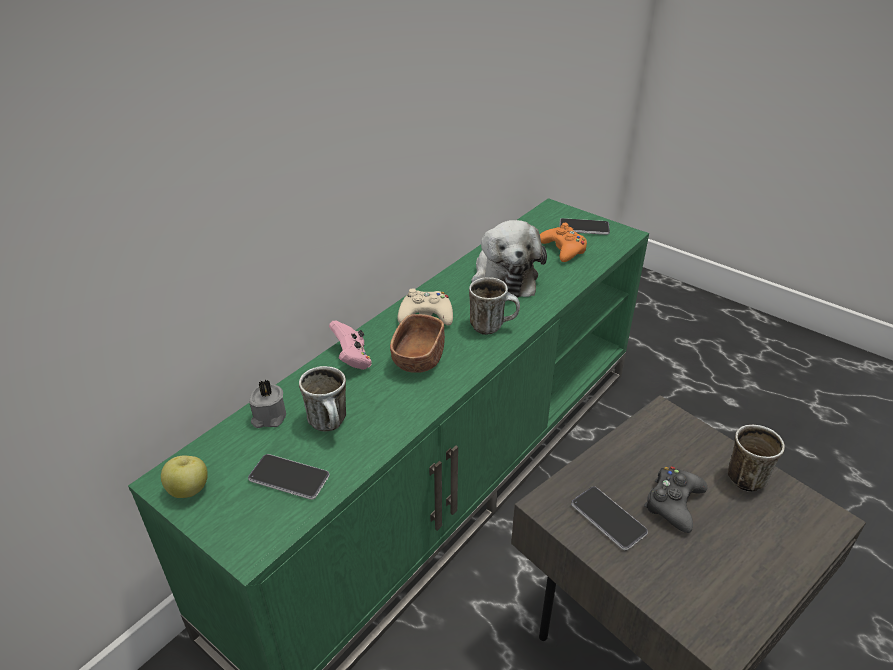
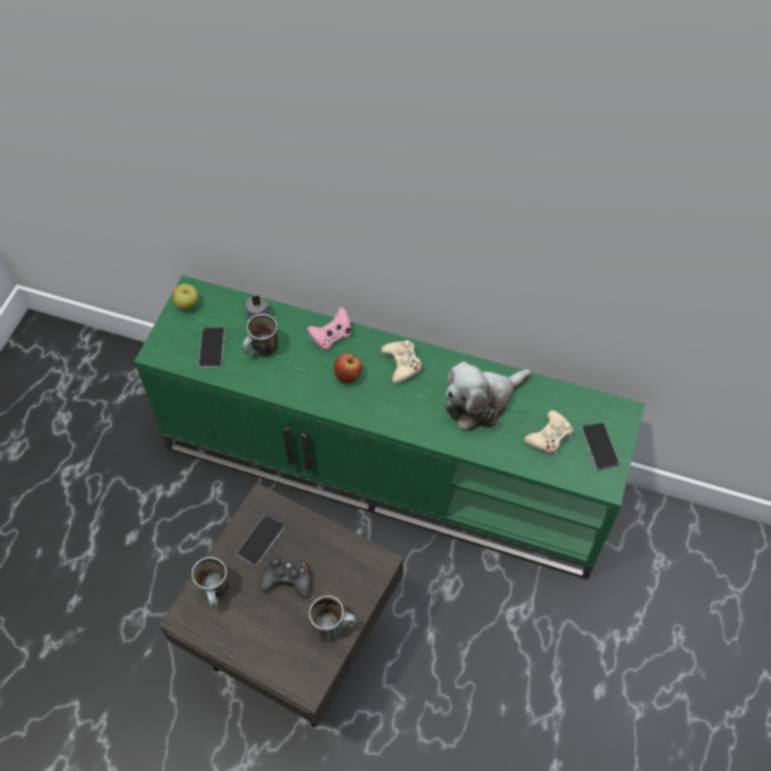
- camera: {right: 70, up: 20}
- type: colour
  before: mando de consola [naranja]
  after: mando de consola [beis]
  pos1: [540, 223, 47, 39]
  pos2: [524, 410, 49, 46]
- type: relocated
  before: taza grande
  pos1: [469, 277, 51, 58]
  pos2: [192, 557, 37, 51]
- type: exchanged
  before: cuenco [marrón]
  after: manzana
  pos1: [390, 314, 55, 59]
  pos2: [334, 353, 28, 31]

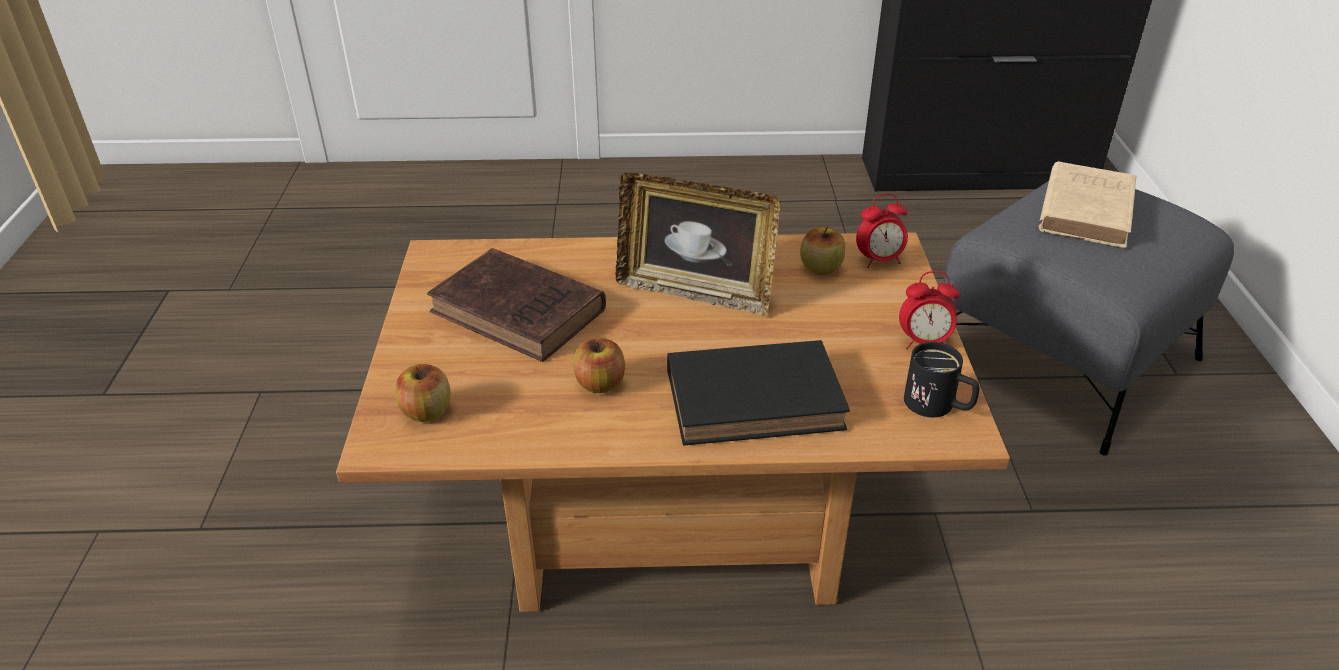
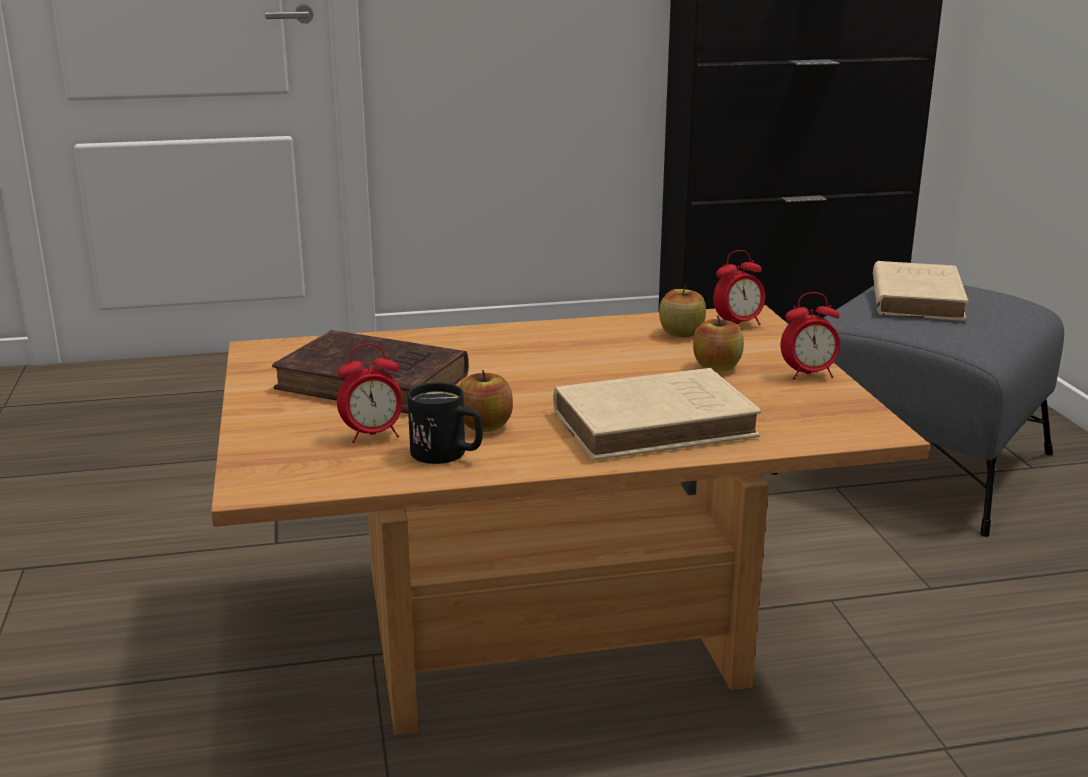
- camera: {right: -10, up: -15}
- type: missing
  before: portarretratos
  pos1: [616, 173, 164, 143]
- type: colour
  before: libro [negro]
  after: libro [beis]
  pos1: [667, 340, 183, 106]
  pos2: [553, 368, 208, 92]
- type: relocated
  before: taza grande [negro]
  pos1: [904, 342, 75, 75]
  pos2: [408, 382, 75, 82]
- type: relocated
  before: manzana
  pos1: [395, 364, 56, 58]
  pos2: [693, 315, 51, 57]
- type: appeared
  after: despertador
  pos2: [337, 343, 65, 100]

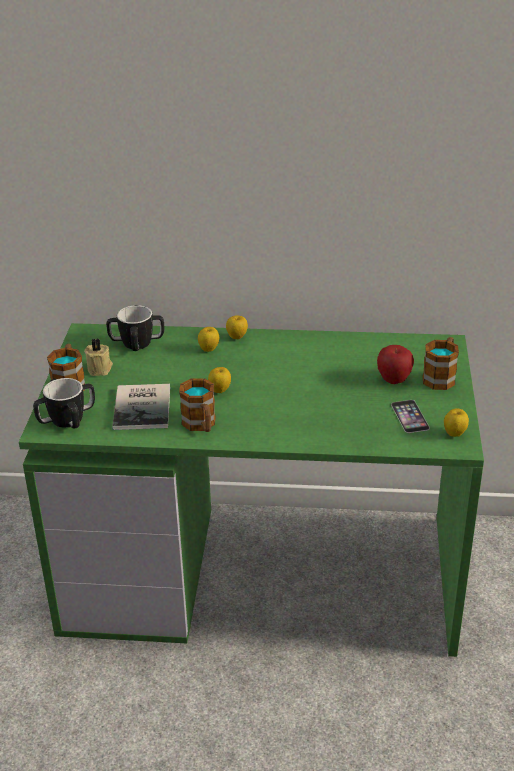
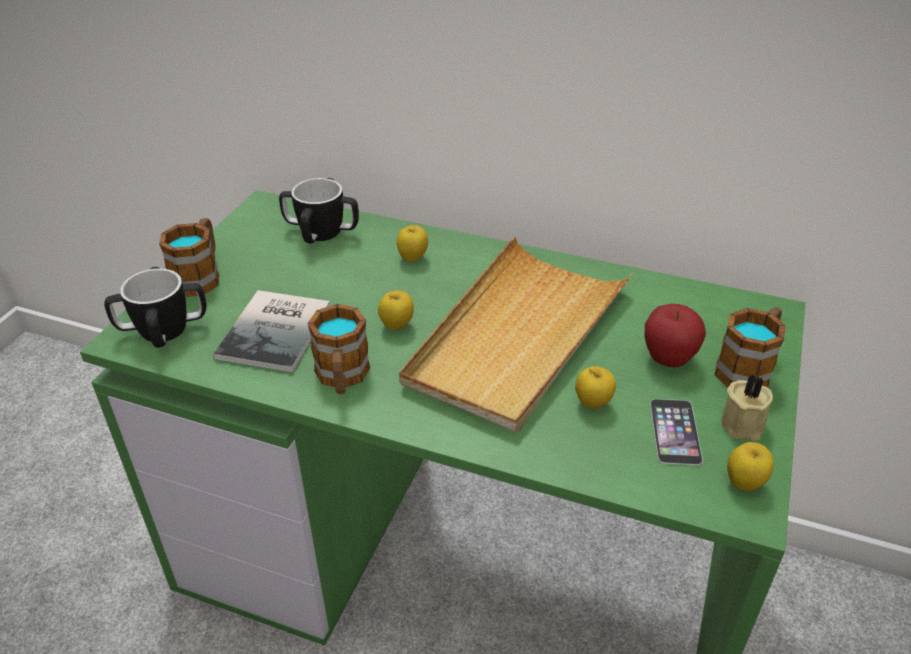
- camera: {right: 15, up: 5}
- type: relocated
  before: manzana
  pos1: [226, 316, 22, 23]
  pos2: [575, 366, 41, 43]
- type: relocated
  before: vela [beis]
  pos1: [84, 338, 29, 38]
  pos2: [722, 374, 51, 67]
- type: appeared
  after: bandeja [beis]
  pos2: [399, 236, 234, 197]

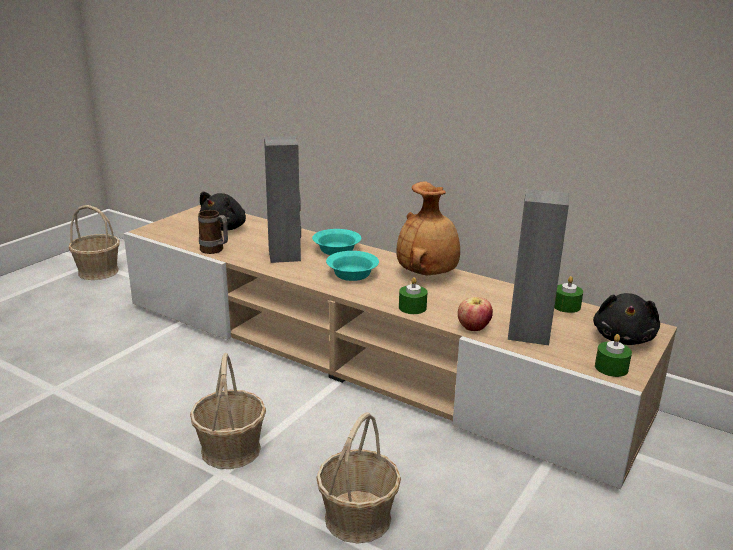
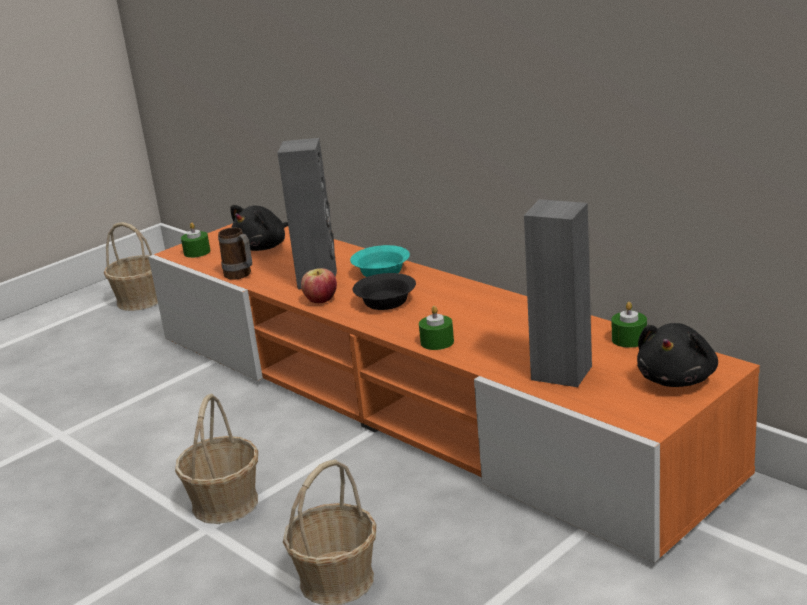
- camera: {right: 15, up: 0}
- type: missing
  before: florero [marrón]
  pos1: [396, 181, 64, 94]
- type: colour
  before: mueble de televisión [beis]
  after: mueble de televisión [naranja]
  pos1: [123, 205, 554, 284]
  pos2: [148, 223, 612, 340]
- type: colour
  before: cuenco [turquesa]
  after: cuenco [negro]
  pos1: [326, 251, 53, 30]
  pos2: [353, 273, 63, 37]
- type: relocated
  before: manzana
  pos1: [458, 297, 35, 34]
  pos2: [301, 268, 36, 35]
- type: relocated
  before: vela [verde]
  pos1: [595, 334, 37, 43]
  pos2: [181, 223, 29, 35]

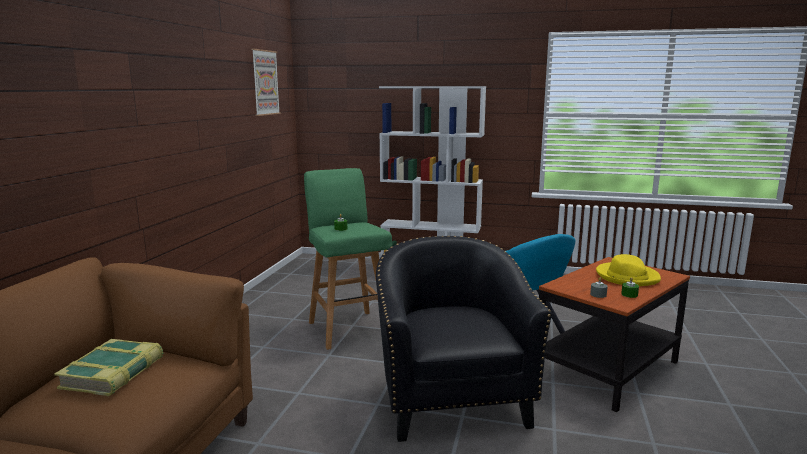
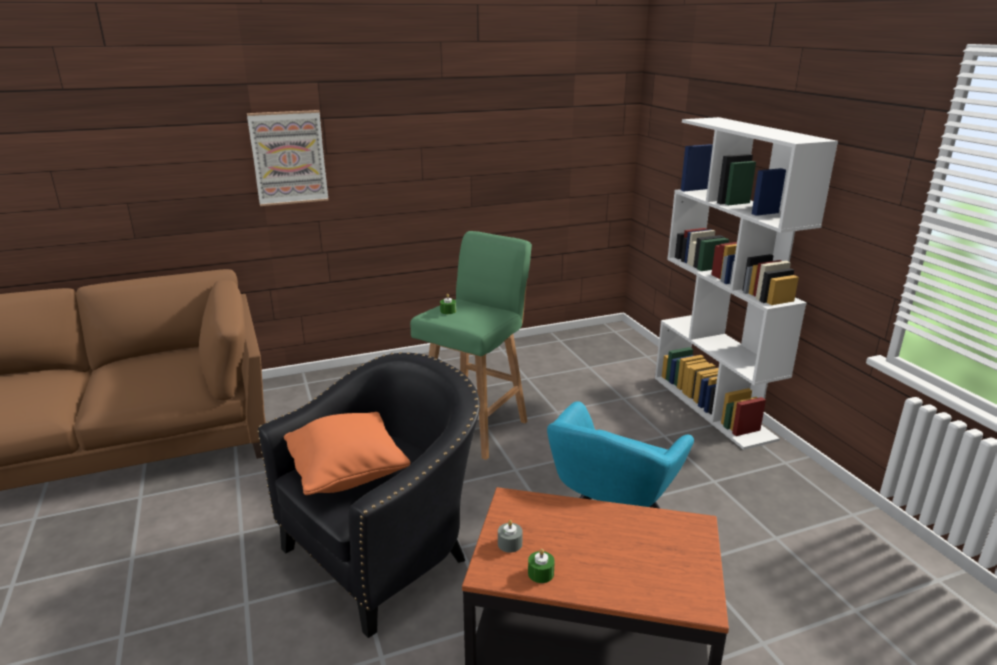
- camera: {right: 55, up: 10}
- type: relocated
  before: cuadro
  pos1: [251, 49, 30, 67]
  pos2: [247, 110, 82, 96]
- type: missing
  before: sombrero [amarillo]
  pos1: [596, 254, 65, 32]
- type: missing
  before: libro
  pos1: [54, 339, 109, 57]
- type: appeared
  after: cojín [naranja]
  pos2: [284, 412, 127, 83]

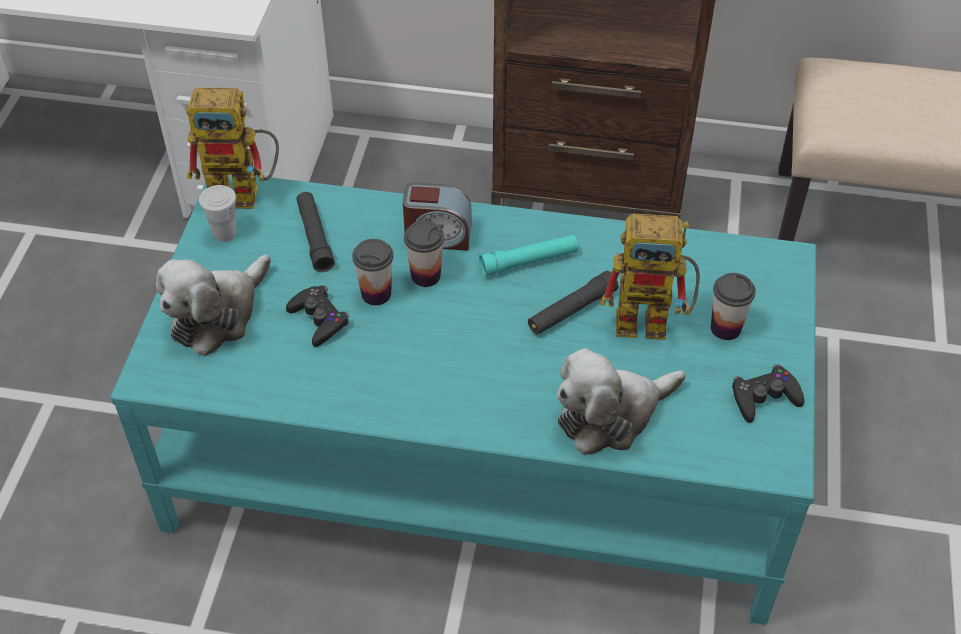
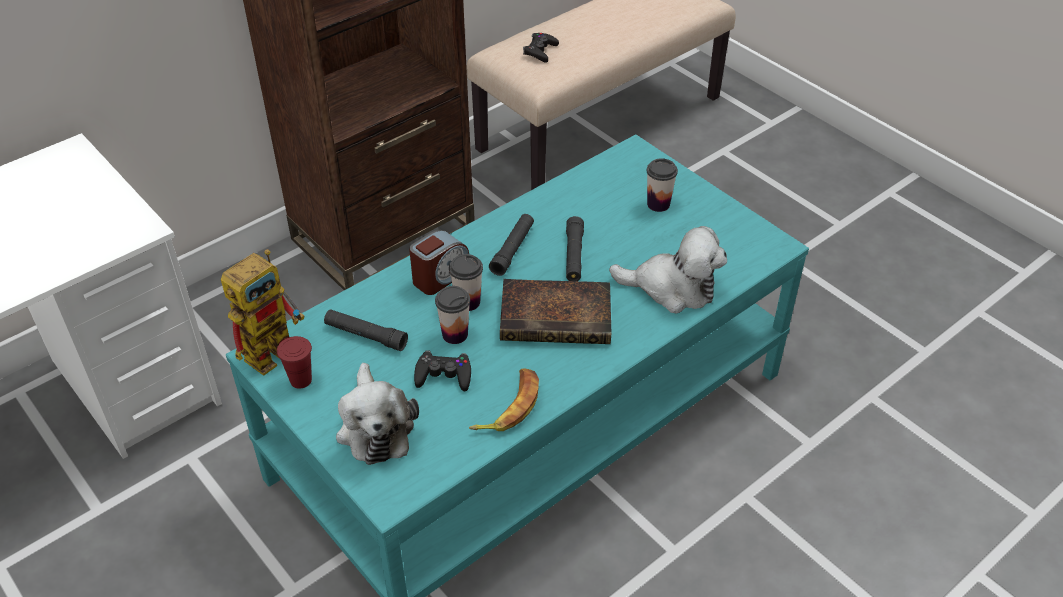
- camera: {right: -50, up: -5}
- type: colour
  before: taza [blanco]
  after: taza [rojo]
  pos1: [199, 185, 37, 57]
  pos2: [277, 336, 35, 53]
- type: missing
  before: robot de juguete
  pos1: [600, 214, 100, 126]
- type: colour
  before: linterna [turquesa]
  after: linterna [negro]
  pos1: [479, 235, 99, 41]
  pos2: [489, 214, 45, 62]
- type: spun
  before: peluche
  pos1: [556, 348, 129, 107]
  pos2: [609, 226, 118, 87]
  turn: -90
- type: relocated
  before: mando de consola [negro]
  pos1: [732, 364, 72, 59]
  pos2: [523, 33, 36, 30]
- type: appeared
  after: libro
  pos2: [500, 279, 111, 65]
- type: appeared
  after: plátano
  pos2: [469, 369, 70, 62]

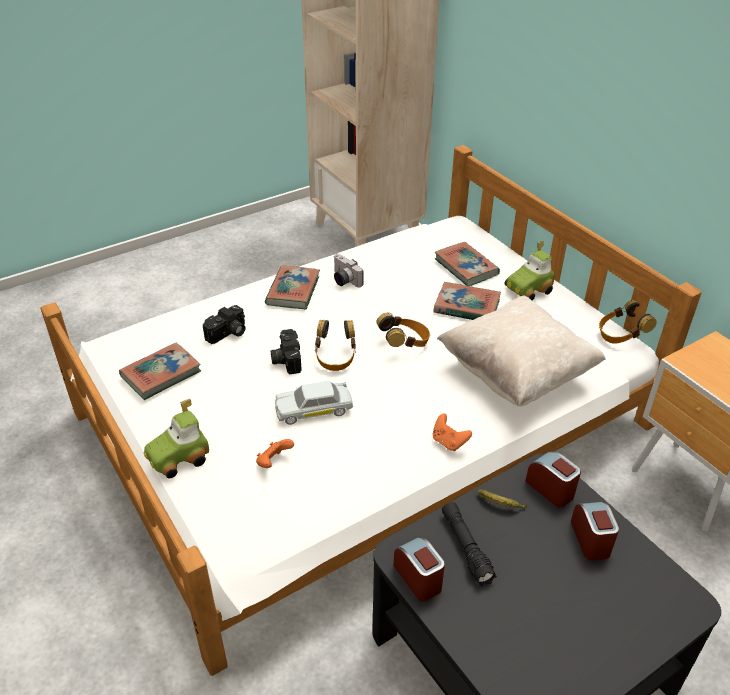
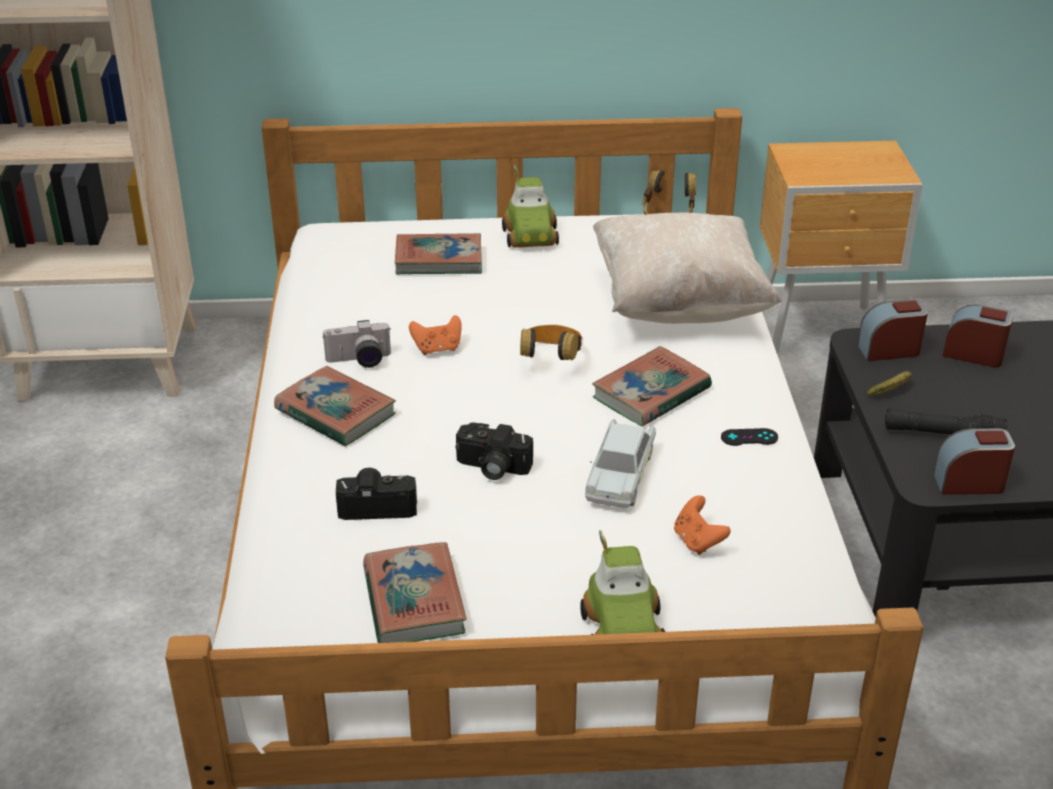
- camera: {right: -60, up: -5}
- type: relocated
  before: libro
  pos1: [434, 282, 67, 38]
  pos2: [592, 346, 120, 80]
- type: spun
  before: cámara
  pos1: [203, 305, 42, 39]
  pos2: [336, 468, 81, 52]
  turn: -75
- type: missing
  before: auriculares
  pos1: [315, 320, 41, 51]
- type: relocated
  before: mando de consola [naranja]
  pos1: [433, 414, 39, 37]
  pos2: [409, 315, 52, 40]
- type: appeared
  after: mando de consola [negro]
  pos2: [721, 428, 57, 18]

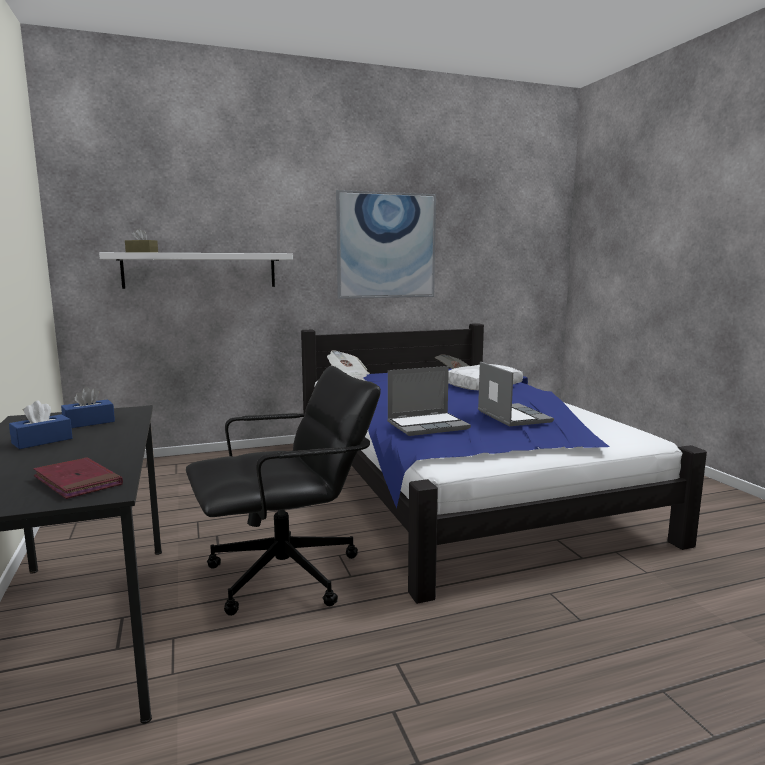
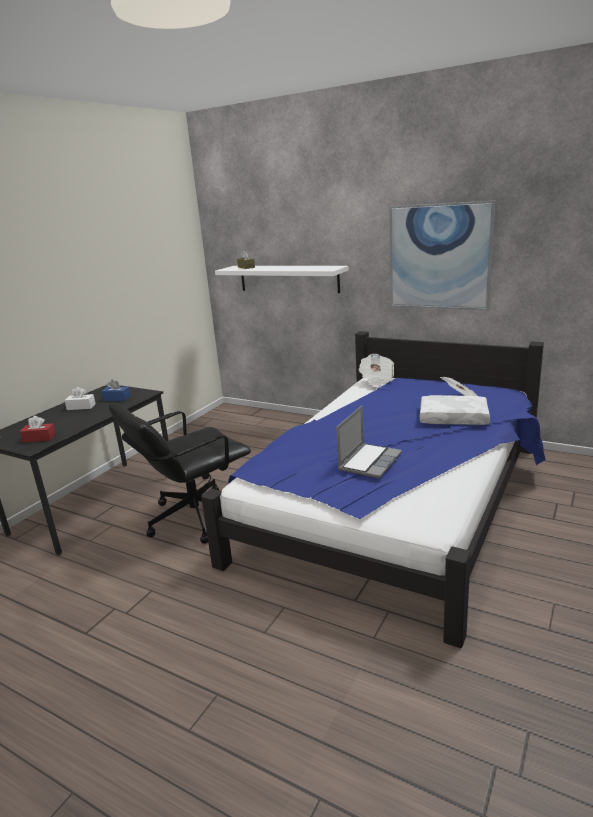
- camera: {right: 50, up: 10}
- type: spun
  before: silla de oficina [negro]
  pos1: [186, 366, 195, 250]
  pos2: [109, 403, 142, 141]
  turn: 120
- type: missing
  before: portátil
  pos1: [387, 366, 84, 70]
- type: colour
  before: caja de pañuelos [azul]
  after: caja de pañuelos [blanco]
  pos1: [9, 401, 64, 48]
  pos2: [65, 387, 31, 23]
- type: exchanged
  before: libro [rojo]
  after: caja de pañuelos [rojo]
  pos1: [34, 458, 89, 41]
  pos2: [20, 416, 36, 26]

